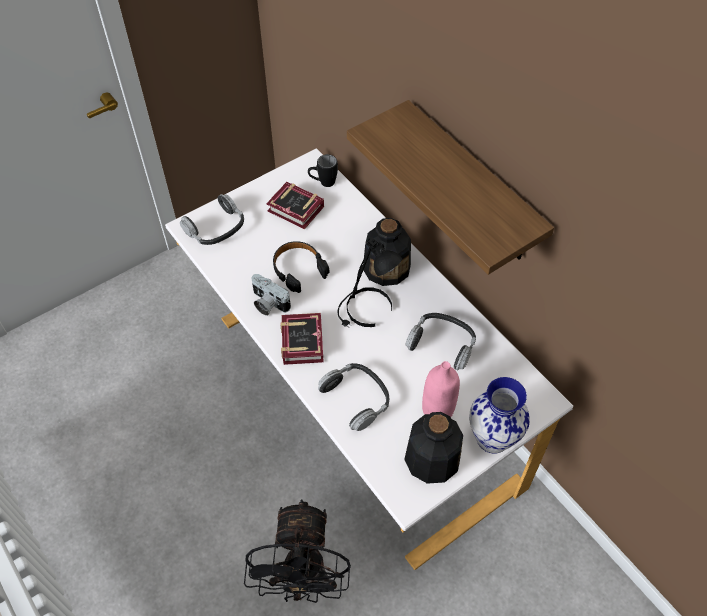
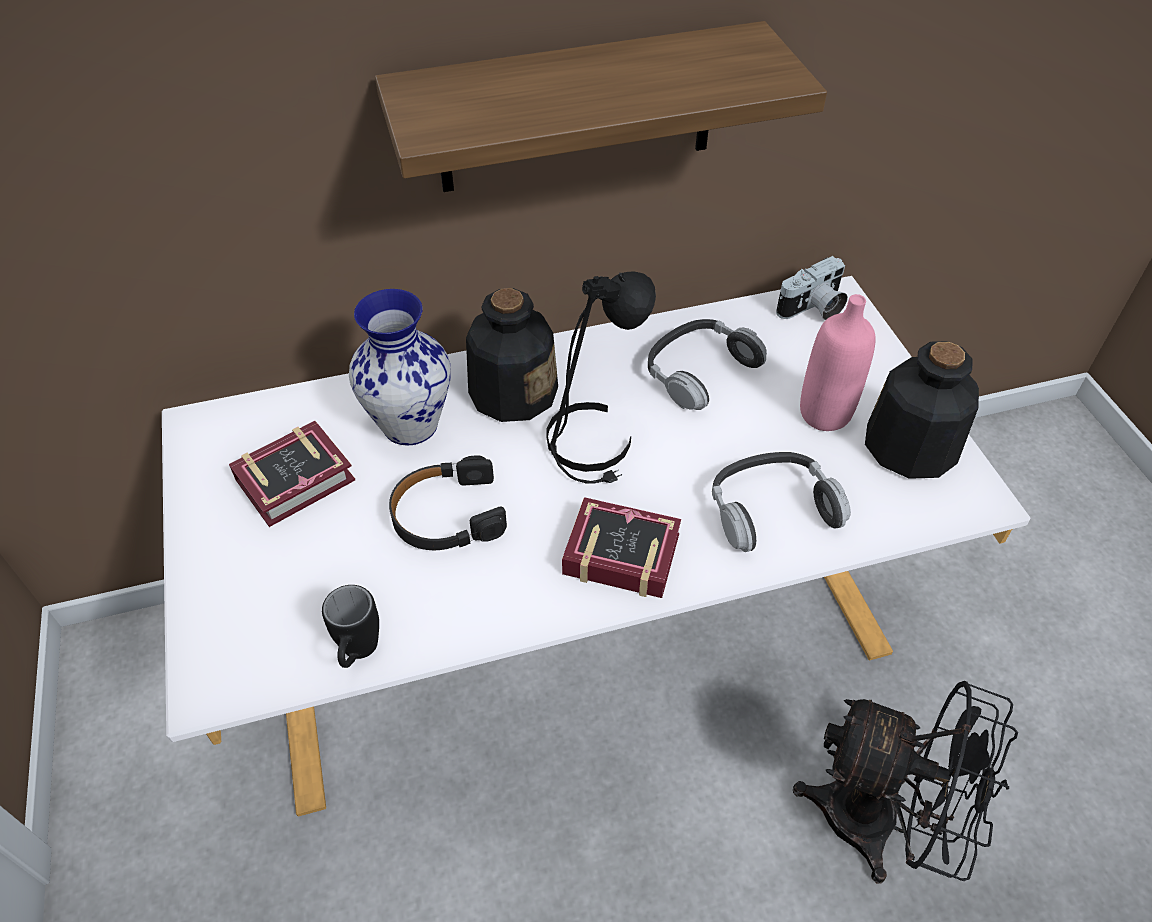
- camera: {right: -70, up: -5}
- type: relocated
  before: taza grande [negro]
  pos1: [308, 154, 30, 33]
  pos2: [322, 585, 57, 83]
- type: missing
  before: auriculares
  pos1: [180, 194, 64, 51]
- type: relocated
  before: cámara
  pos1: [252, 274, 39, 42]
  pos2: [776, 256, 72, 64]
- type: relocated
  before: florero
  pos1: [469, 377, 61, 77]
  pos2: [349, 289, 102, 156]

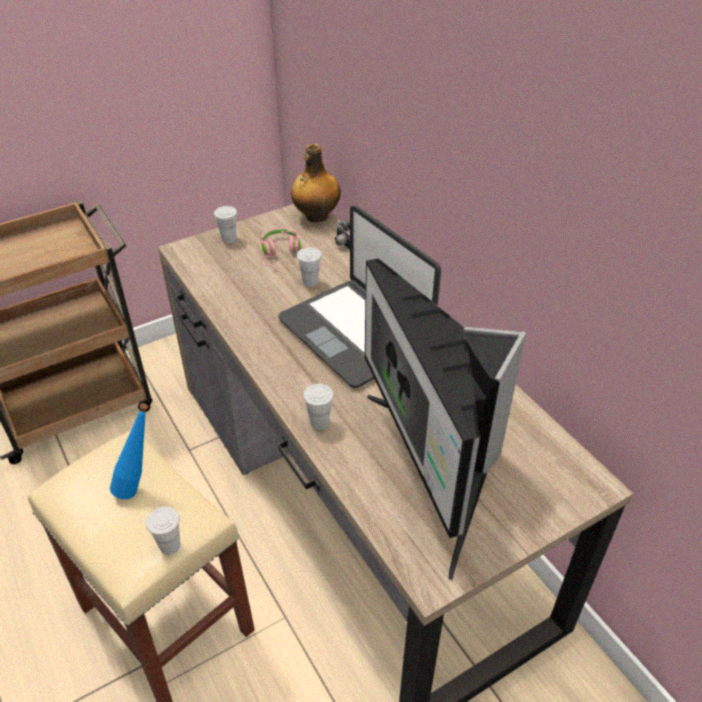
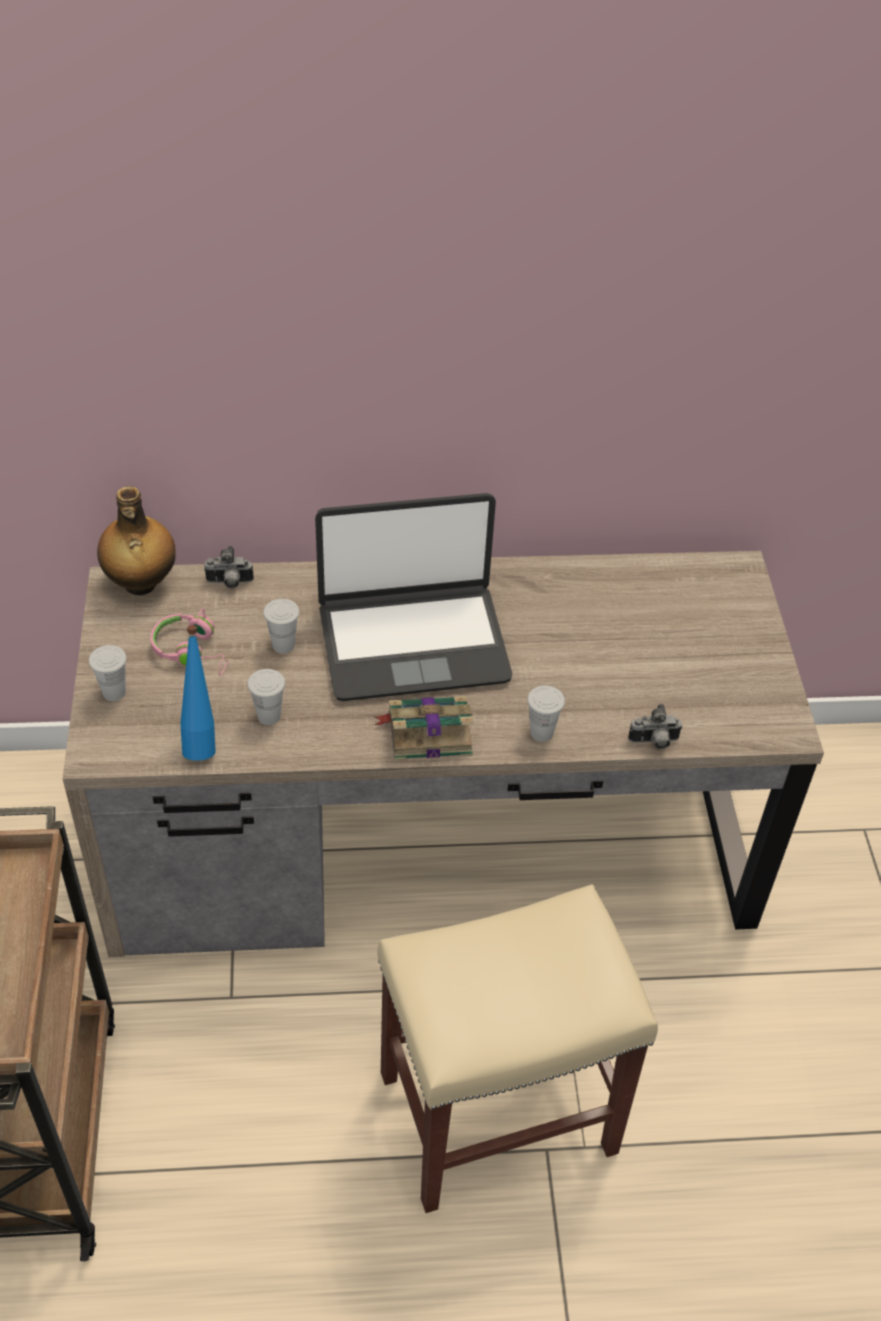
- camera: {right: -65, up: 5}
- type: missing
  before: monitor
  pos1: [365, 258, 161, 323]
- type: relocated
  before: botella [azul]
  pos1: [110, 403, 38, 96]
  pos2: [180, 625, 36, 136]
- type: relocated
  before: taza [blanco]
  pos1: [146, 507, 34, 48]
  pos2: [247, 669, 38, 56]
- type: appeared
  after: libro
  pos2: [375, 696, 99, 64]
- type: appeared
  after: cámara
  pos2: [628, 704, 55, 45]

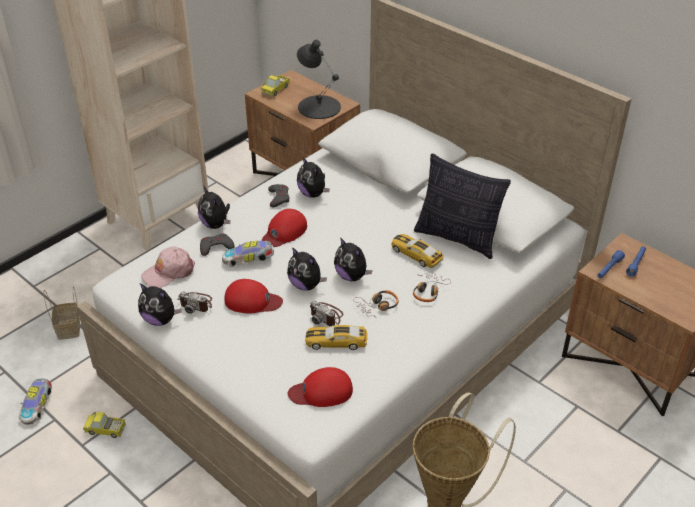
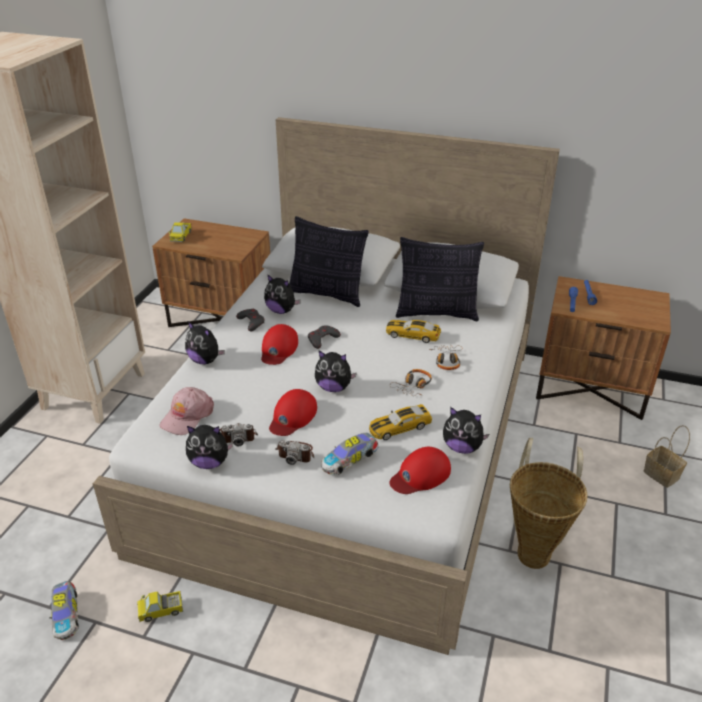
- camera: {right: -25, up: -5}
- type: missing
  before: lámpara de mesa [negro]
  pos1: [297, 40, 44, 79]
- type: relocated
  before: mando de consola [gris]
  pos1: [200, 234, 34, 22]
  pos2: [308, 325, 33, 24]
- type: relocated
  before: peluche
  pos1: [334, 237, 38, 44]
  pos2: [443, 407, 46, 47]
- type: relocated
  before: coche de juguete
  pos1: [222, 241, 52, 26]
  pos2: [321, 433, 57, 42]
- type: spun
  before: gorra [rojo]
  pos1: [224, 279, 59, 34]
  pos2: [269, 389, 48, 47]
  turn: 135
- type: relocated
  before: cesta
  pos1: [43, 287, 37, 53]
  pos2: [643, 425, 47, 63]
- type: relocated
  before: cámara
  pos1: [309, 301, 34, 25]
  pos2: [275, 440, 39, 25]
- type: appeared
  after: cojín
  pos2: [289, 216, 80, 91]

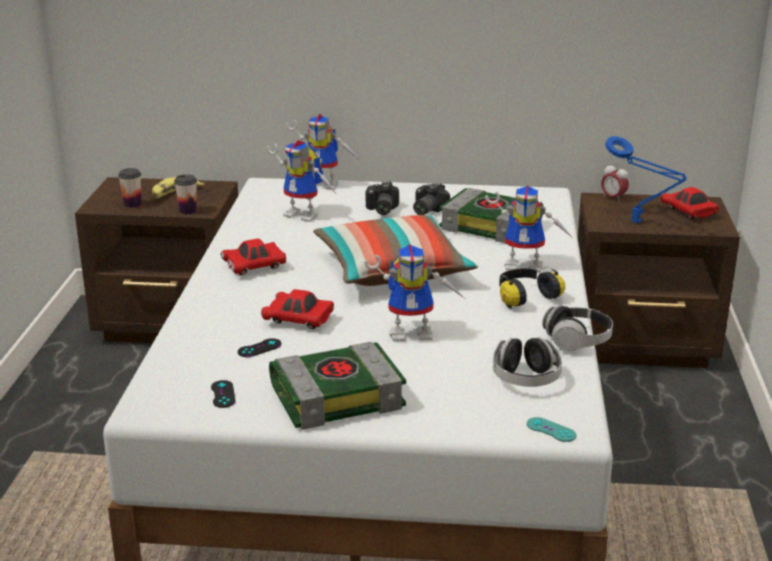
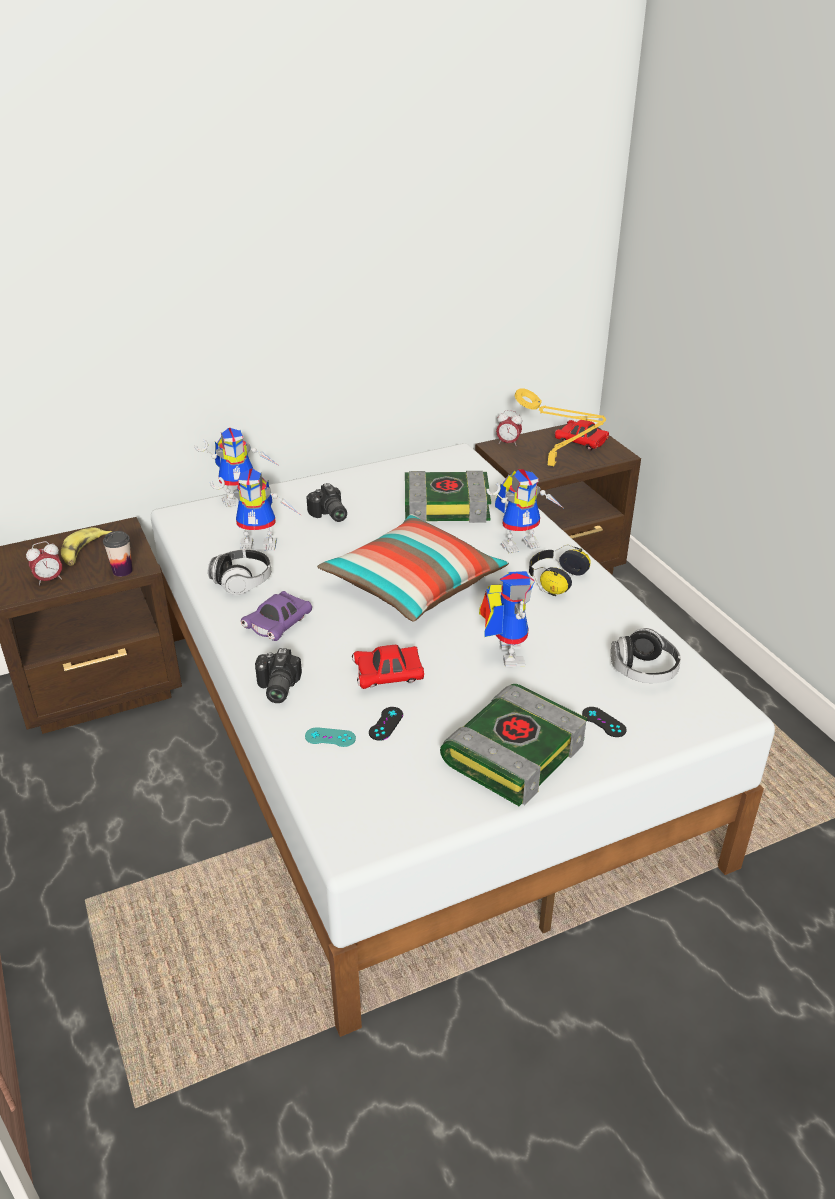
- camera: {right: -30, up: 10}
- type: colour
  before: lámpara de mesa [azul]
  after: lámpara de mesa [amarillo]
  pos1: [605, 136, 82, 87]
  pos2: [515, 388, 91, 78]
- type: exchanged
  before: taza
  after: despertador
  pos1: [118, 168, 23, 40]
  pos2: [26, 541, 36, 45]
- type: relocated
  before: cámara
  pos1: [413, 182, 37, 33]
  pos2: [255, 648, 47, 55]
- type: colour
  before: coche de juguete [rojo]
  after: coche de juguete [morado]
  pos1: [221, 239, 65, 36]
  pos2: [241, 591, 71, 50]
- type: spun
  before: robot de juguete
  pos1: [364, 244, 100, 97]
  pos2: [479, 571, 56, 96]
  turn: -60
- type: relocated
  before: auriculares
  pos1: [542, 305, 71, 46]
  pos2: [208, 549, 63, 46]
- type: relocated
  before: mando de consola [negro]
  pos1: [211, 380, 25, 28]
  pos2: [582, 707, 45, 30]
- type: relocated
  before: mando de consola [turquesa]
  pos1: [527, 417, 49, 25]
  pos2: [305, 727, 51, 20]

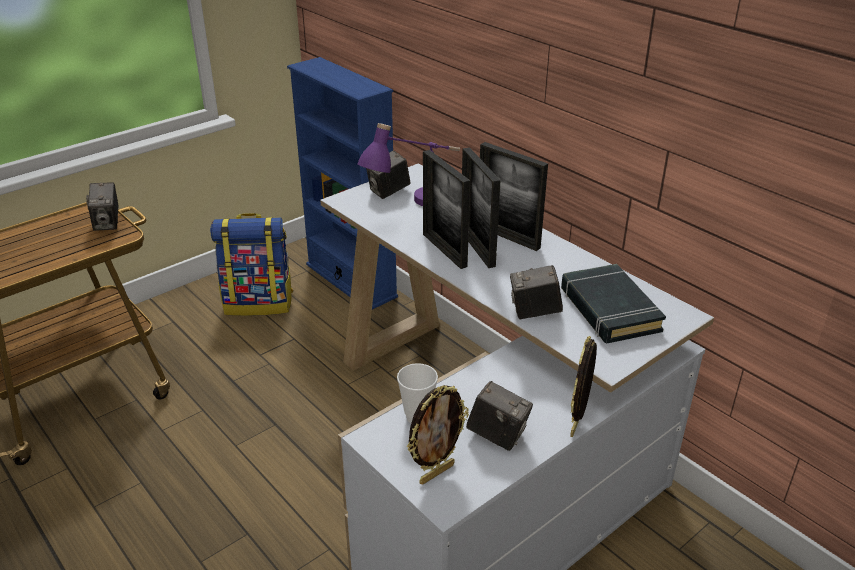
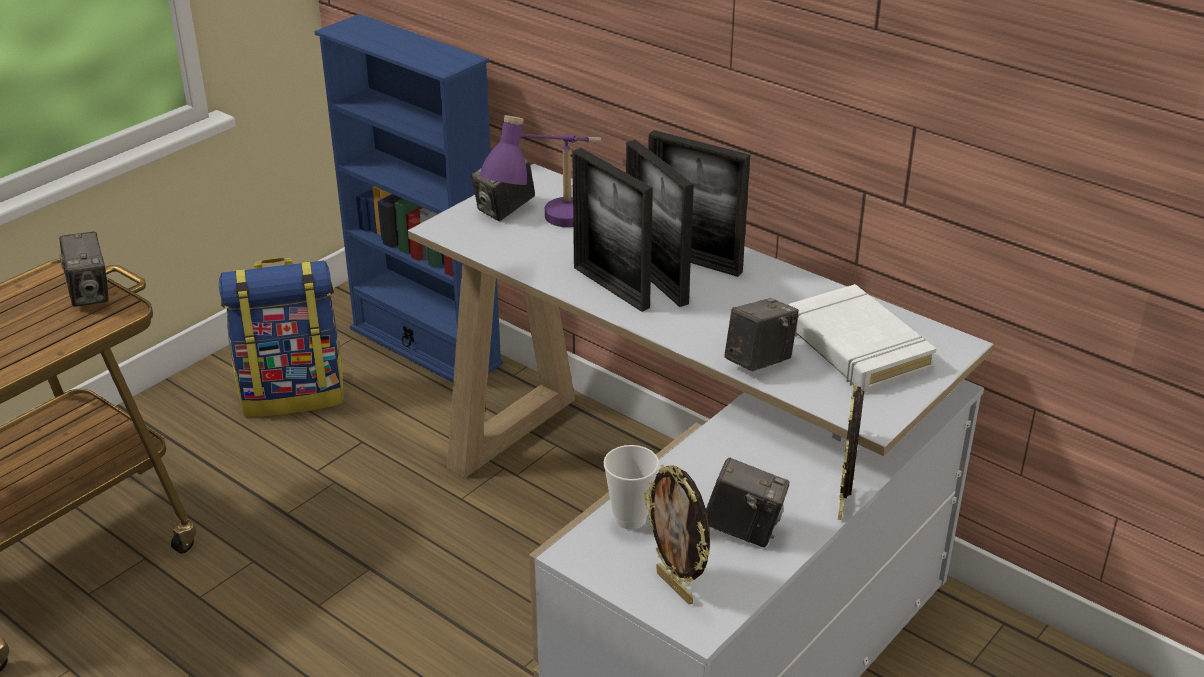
- camera: {right: -10, up: 0}
- type: colour
  before: libro [negro]
  after: libro [blanco]
  pos1: [561, 264, 105, 79]
  pos2: [788, 284, 148, 109]
- type: spun
  before: cámara
  pos1: [510, 265, 53, 54]
  pos2: [724, 298, 75, 74]
  turn: 150
- type: spun
  before: portarretratos
  pos1: [407, 385, 62, 100]
  pos2: [644, 465, 66, 139]
  turn: 105

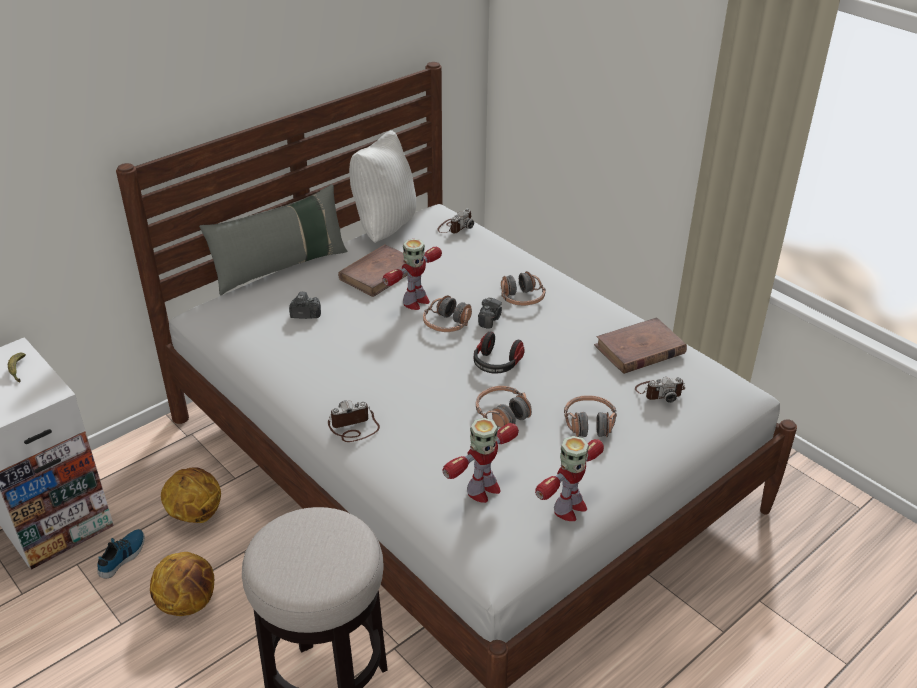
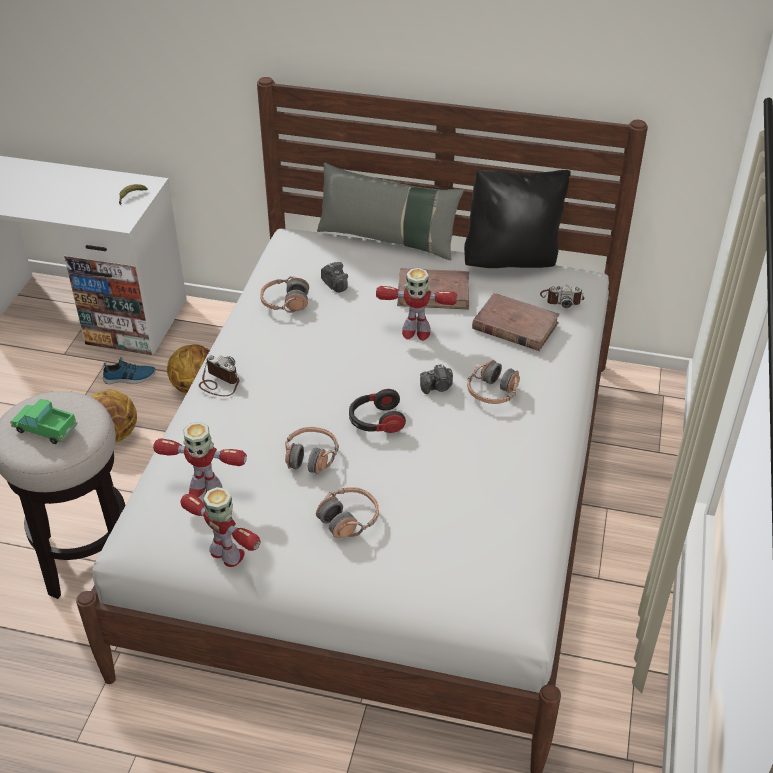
- camera: {right: 55, up: 5}
- type: colour
  before: cojín [blanco]
  after: cojín [negro]
  pos1: [349, 130, 67, 113]
  pos2: [464, 170, 107, 98]
- type: relocated
  before: auriculares
  pos1: [423, 295, 49, 37]
  pos2: [260, 276, 49, 37]
- type: relocated
  before: libro [marrón]
  pos1: [594, 317, 93, 57]
  pos2: [472, 293, 88, 58]
- type: missing
  before: cámara
  pos1: [635, 377, 50, 26]
- type: spun
  before: robot de juguete
  pos1: [535, 436, 69, 85]
  pos2: [180, 487, 81, 80]
  turn: -150
- type: appeared
  after: camión de juguete
  pos2: [10, 398, 67, 46]

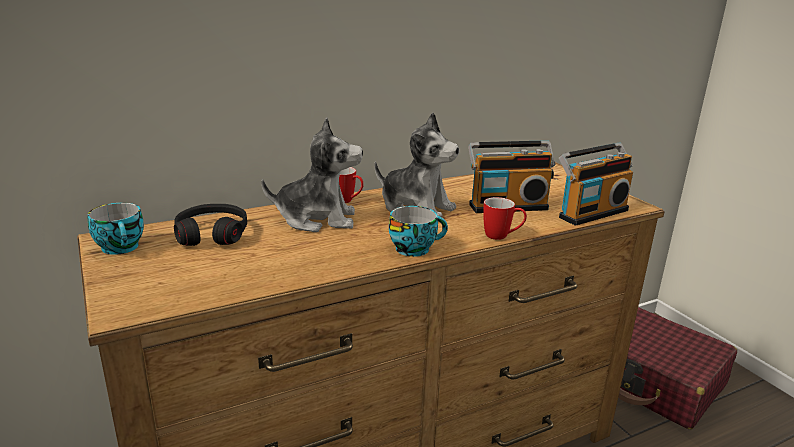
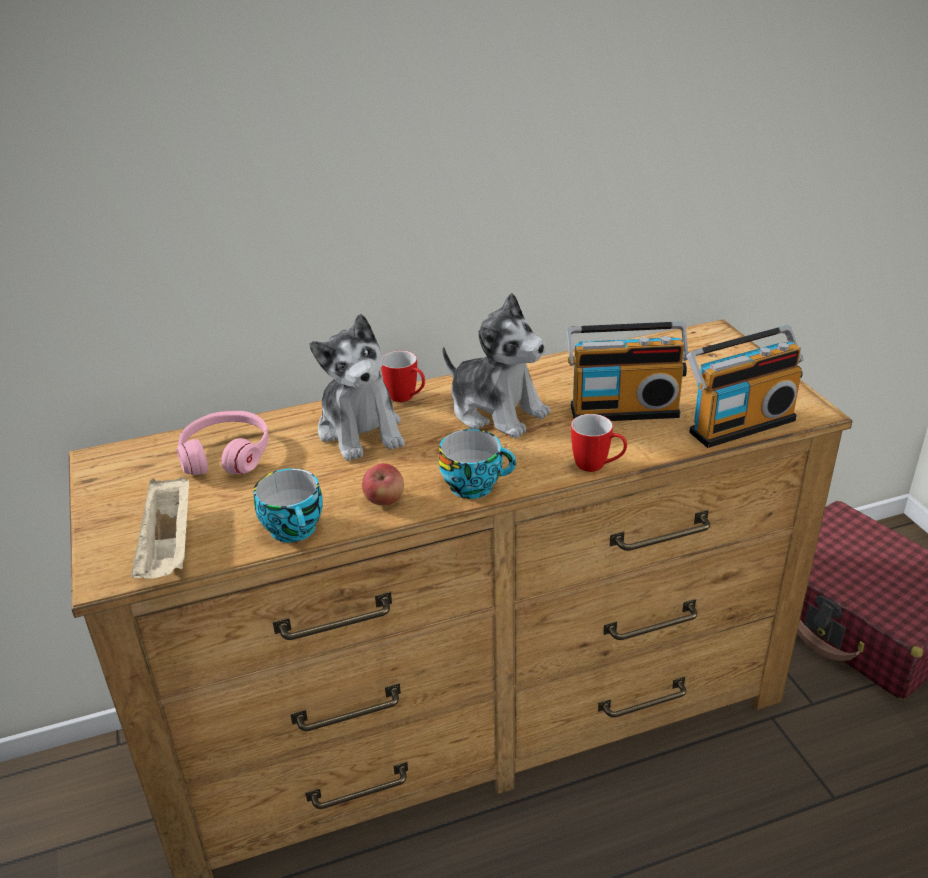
- camera: {right: 10, up: 10}
- type: spun
  before: peluche
  pos1: [261, 117, 102, 115]
  pos2: [310, 314, 95, 147]
  turn: 60
- type: relocated
  before: taza
  pos1: [87, 203, 57, 52]
  pos2: [253, 468, 70, 75]
- type: colour
  before: auriculares [negro]
  after: auriculares [rosa]
  pos1: [174, 204, 73, 42]
  pos2: [177, 411, 92, 64]
- type: appeared
  after: manzana
  pos2: [362, 463, 42, 43]
- type: appeared
  after: bandeja [beis]
  pos2: [131, 477, 58, 102]

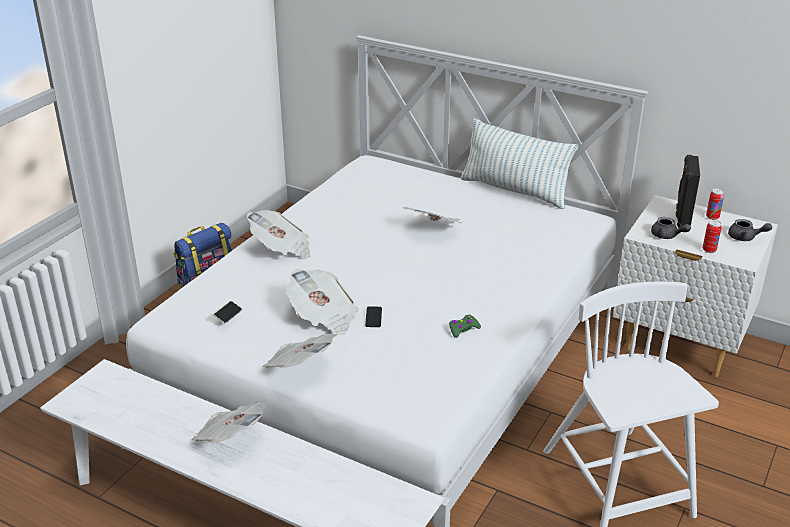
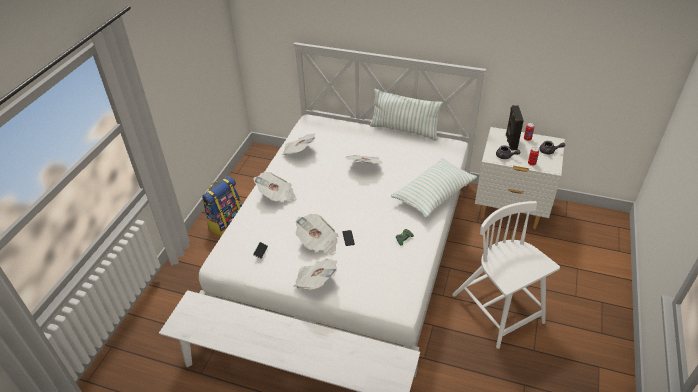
- camera: {right: -10, up: 10}
- type: relocated
  before: periódico
  pos1: [192, 402, 77, 41]
  pos2: [282, 133, 33, 22]
- type: appeared
  after: cojín
  pos2: [391, 158, 86, 60]

